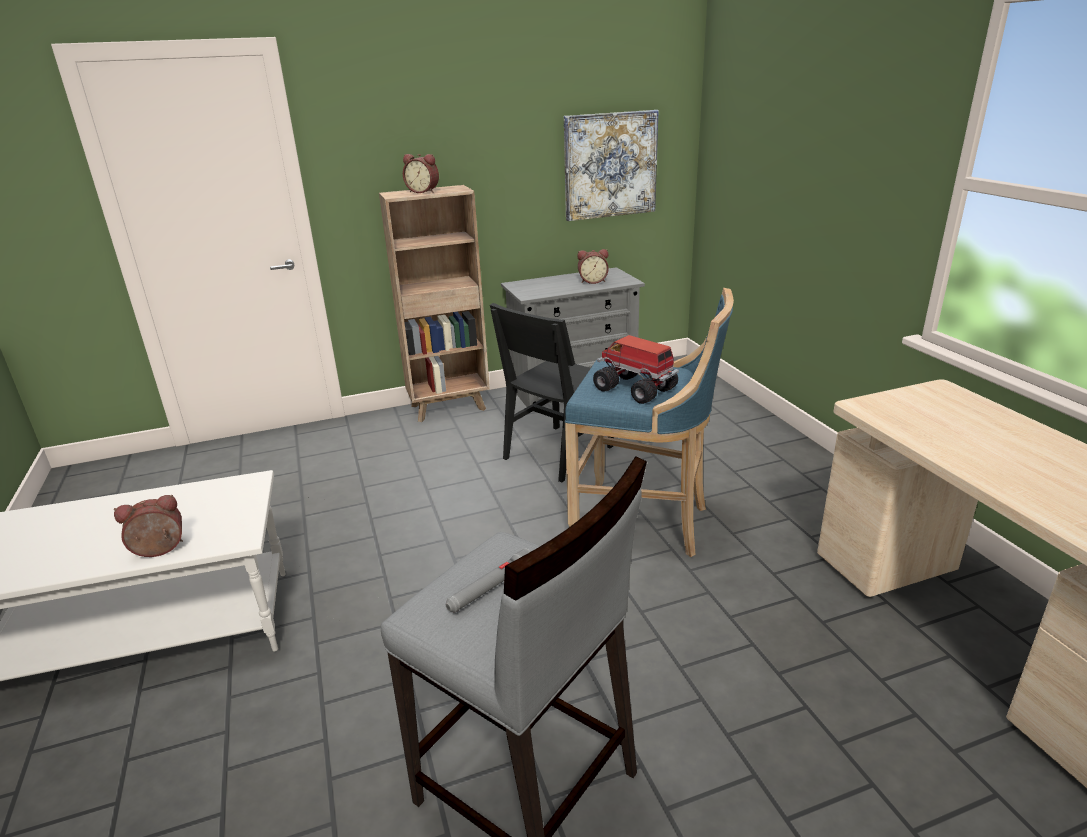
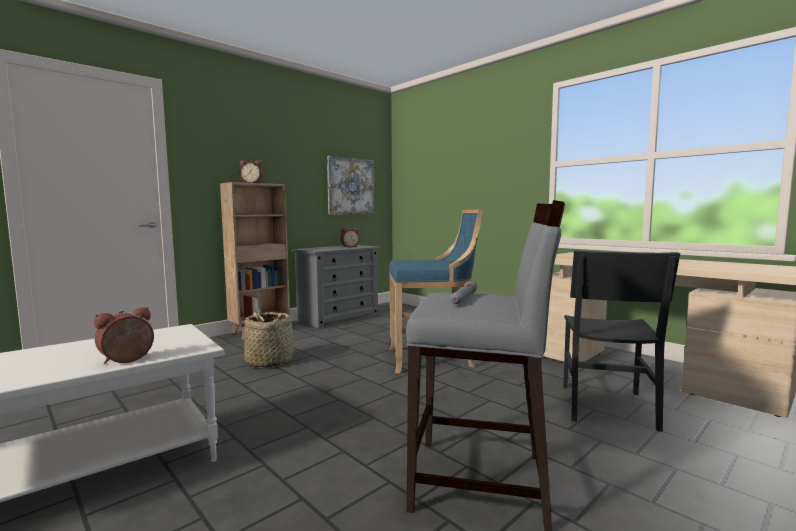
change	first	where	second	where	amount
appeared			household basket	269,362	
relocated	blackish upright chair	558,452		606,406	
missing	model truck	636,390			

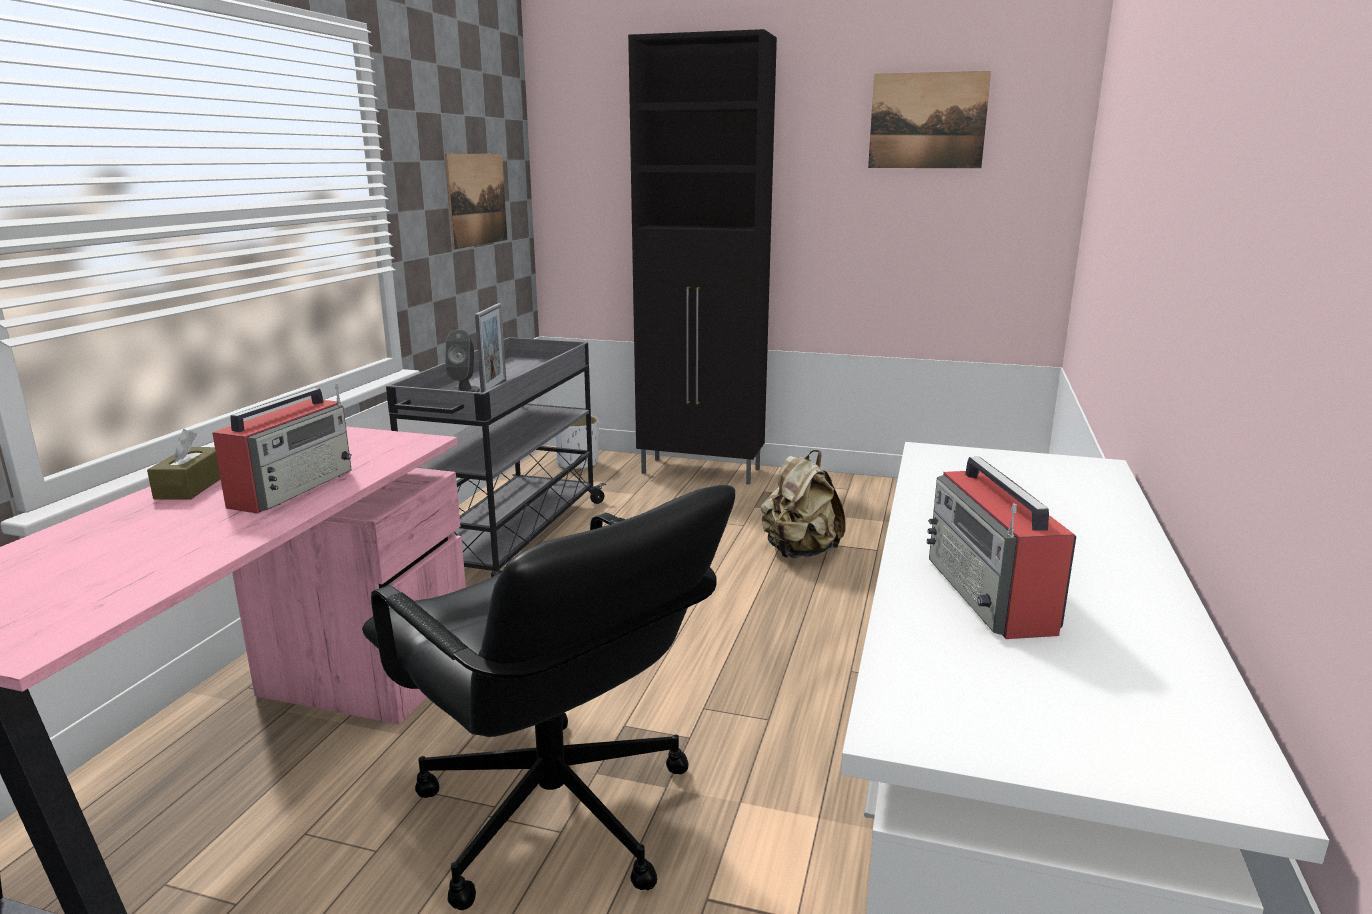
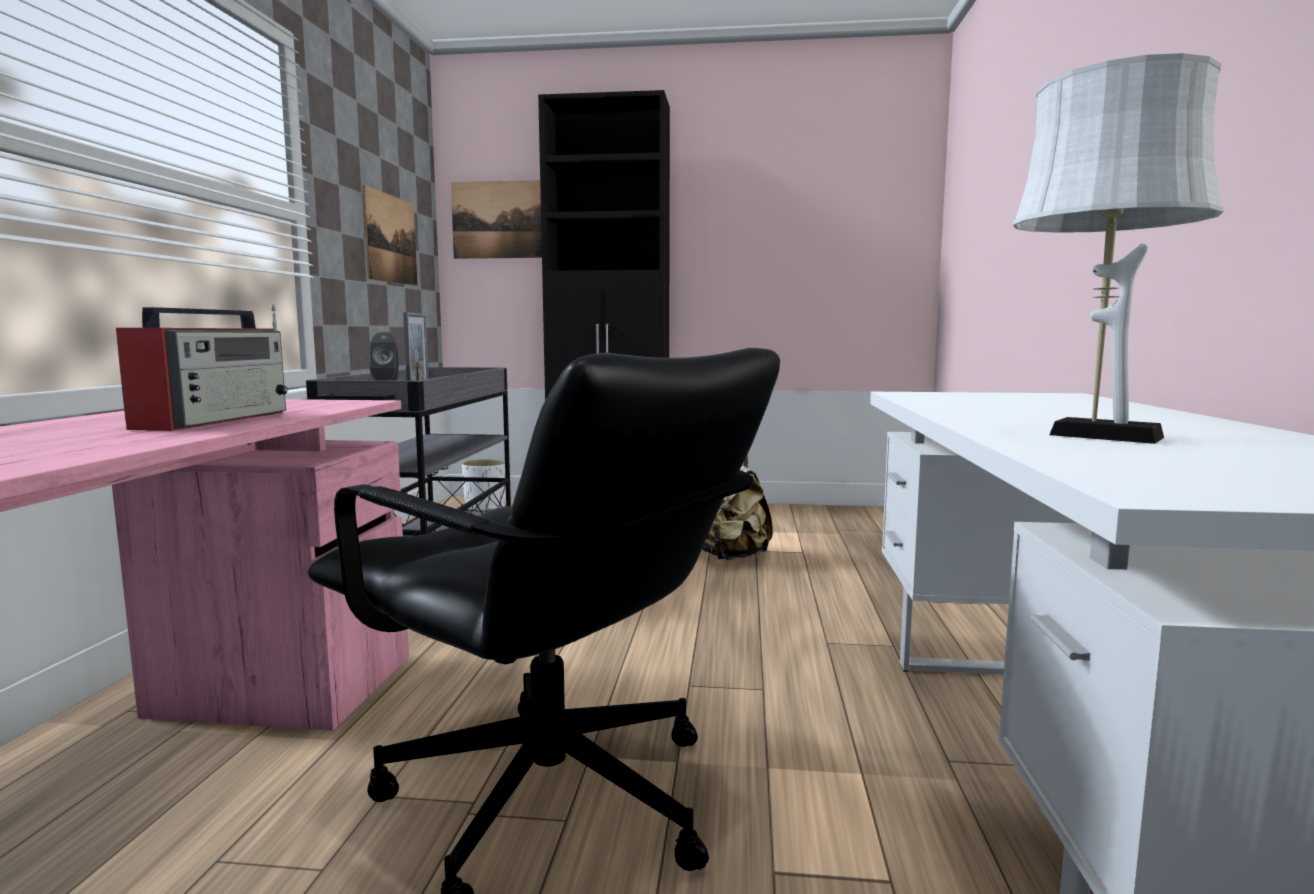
change	first	where	second	where	amount
relocated	wall art	927,121		497,220	
exchanged	radio	990,595	white-coloured table lamp	1094,435	
missing	brown box of tissues	191,486			

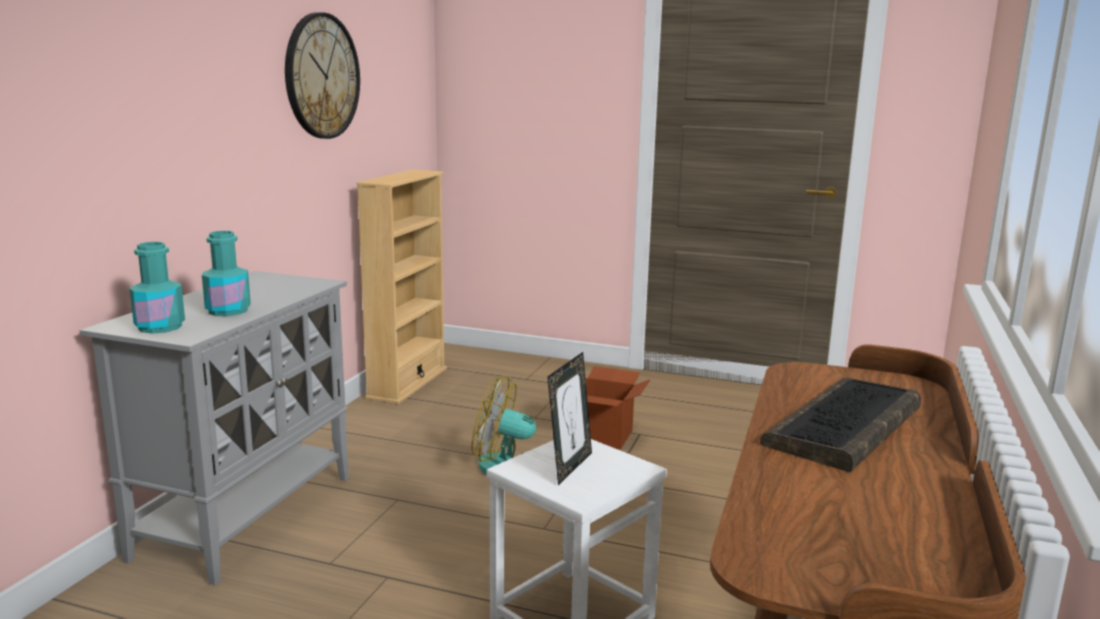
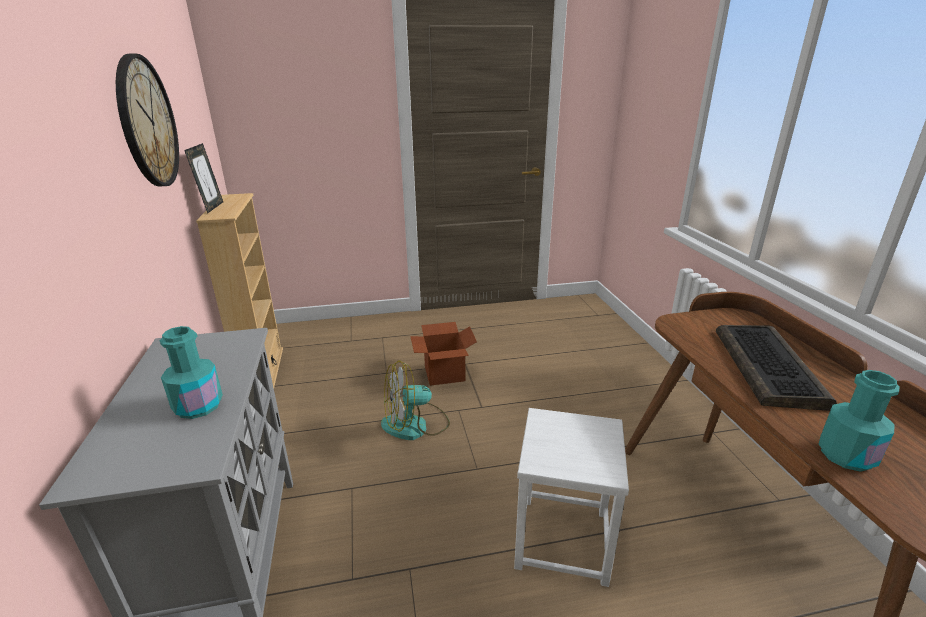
change	first	where	second	where	amount
relocated	picture frame	569,467		212,207	
relocated	turquoise beverage bottle	160,327		846,455	

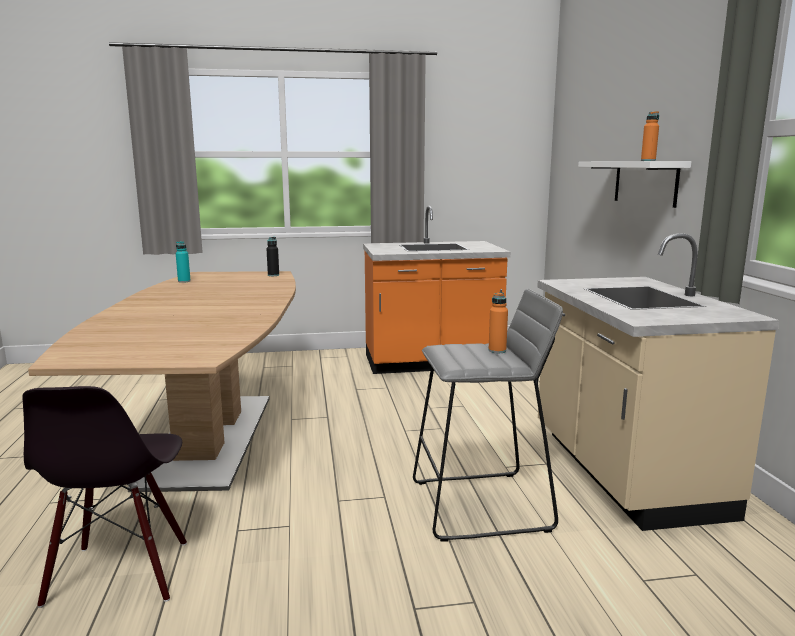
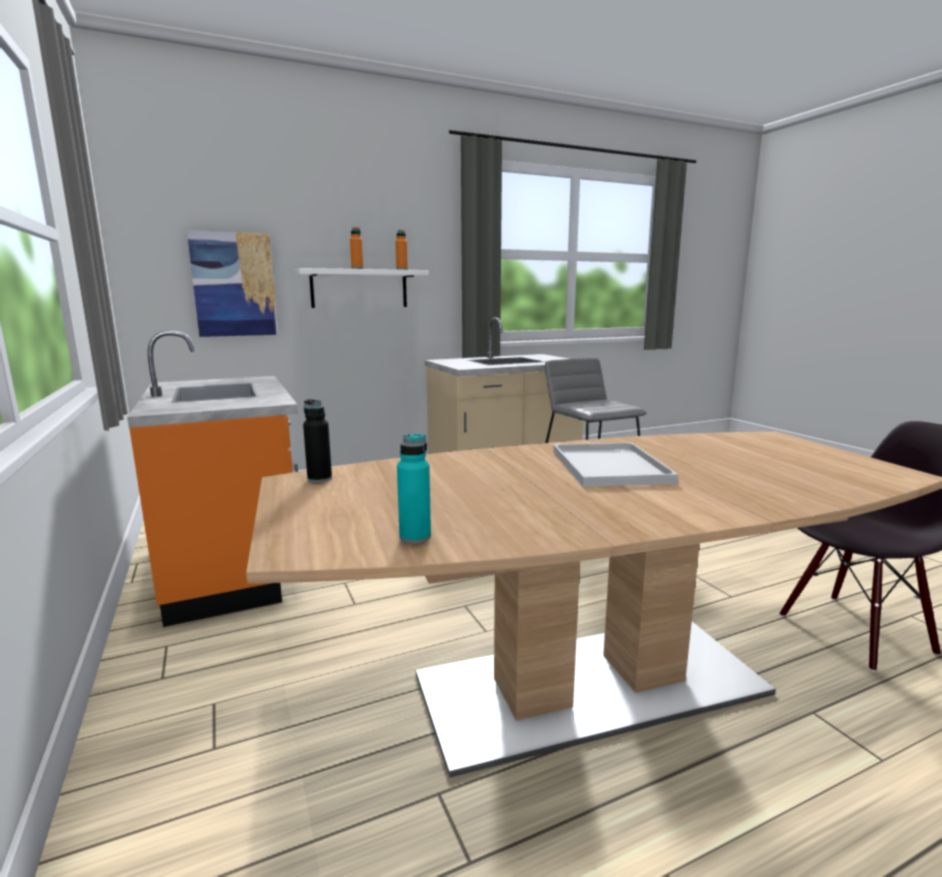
change	first	where	second	where	amount
appeared			wall art	234,285	
relocated	orange beverage bottle	497,351		357,269	
appeared			white-coloured serving tray	611,467	

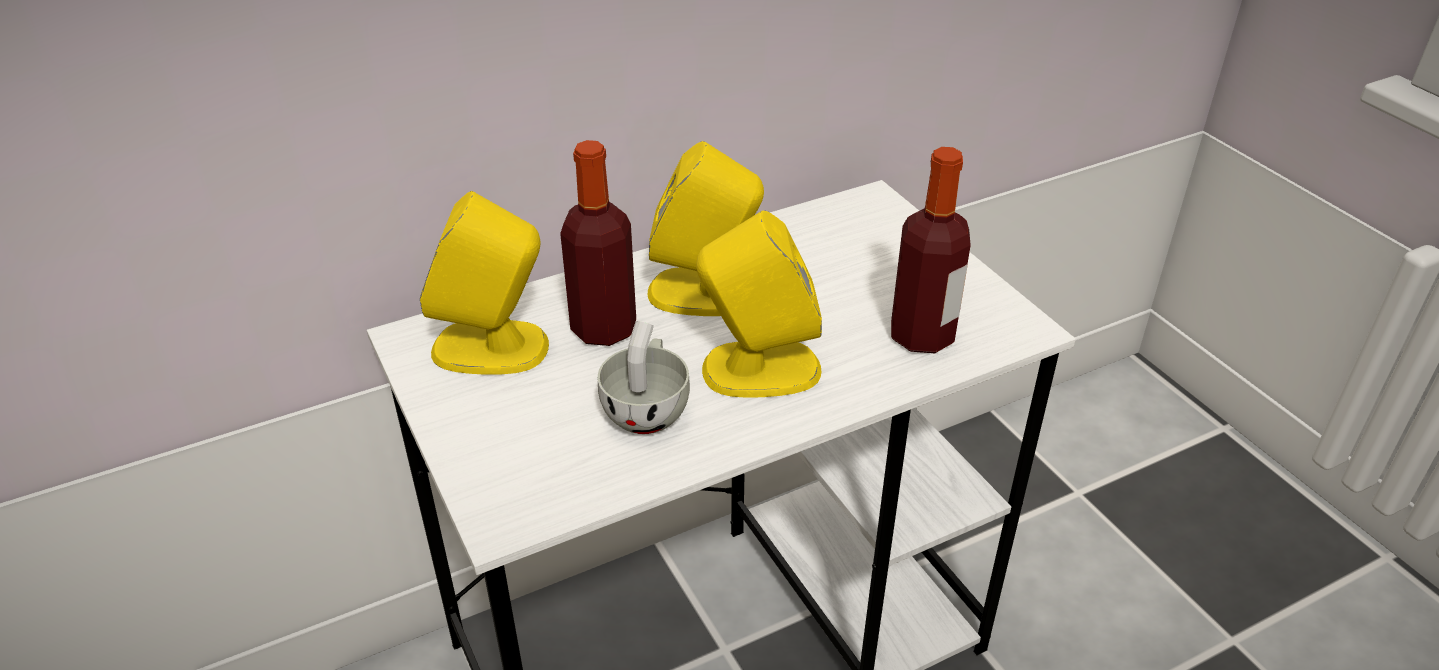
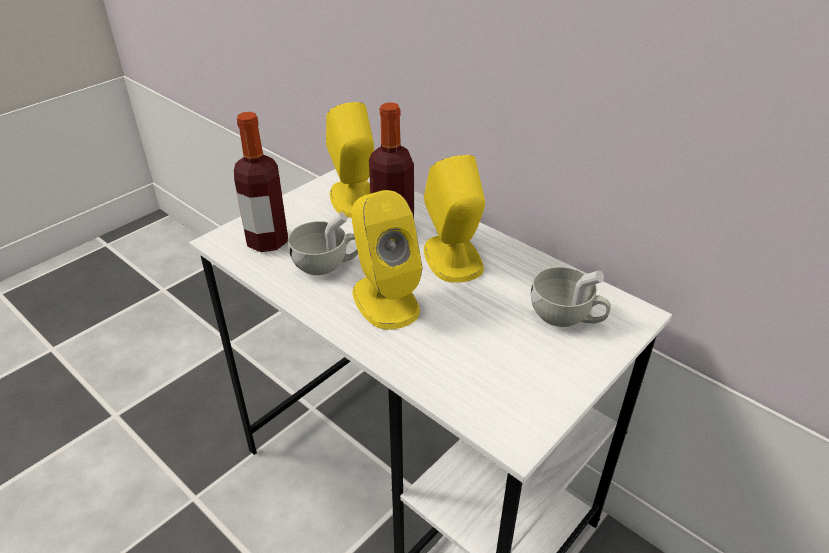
change	first	where	second	where	amount
relocated	beverage bottle	921,336		267,241	
appeared			white-coloured small cup	566,317	

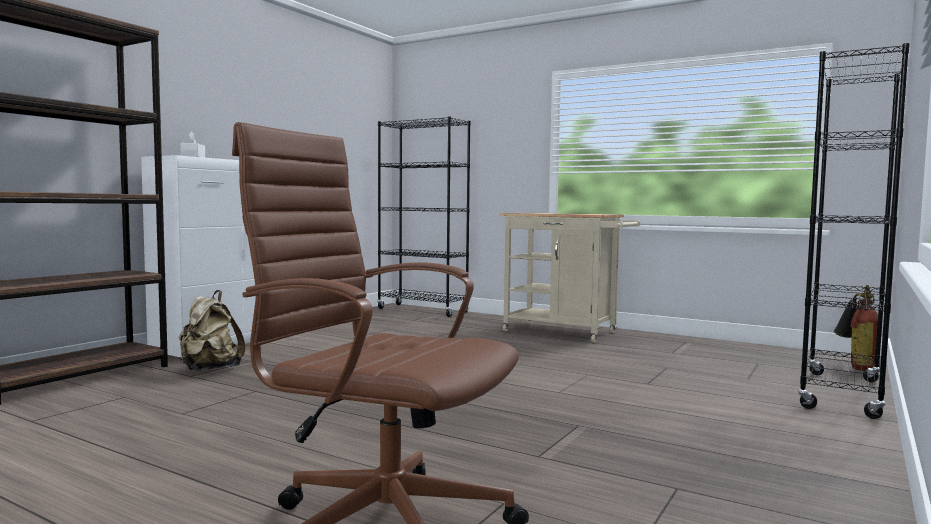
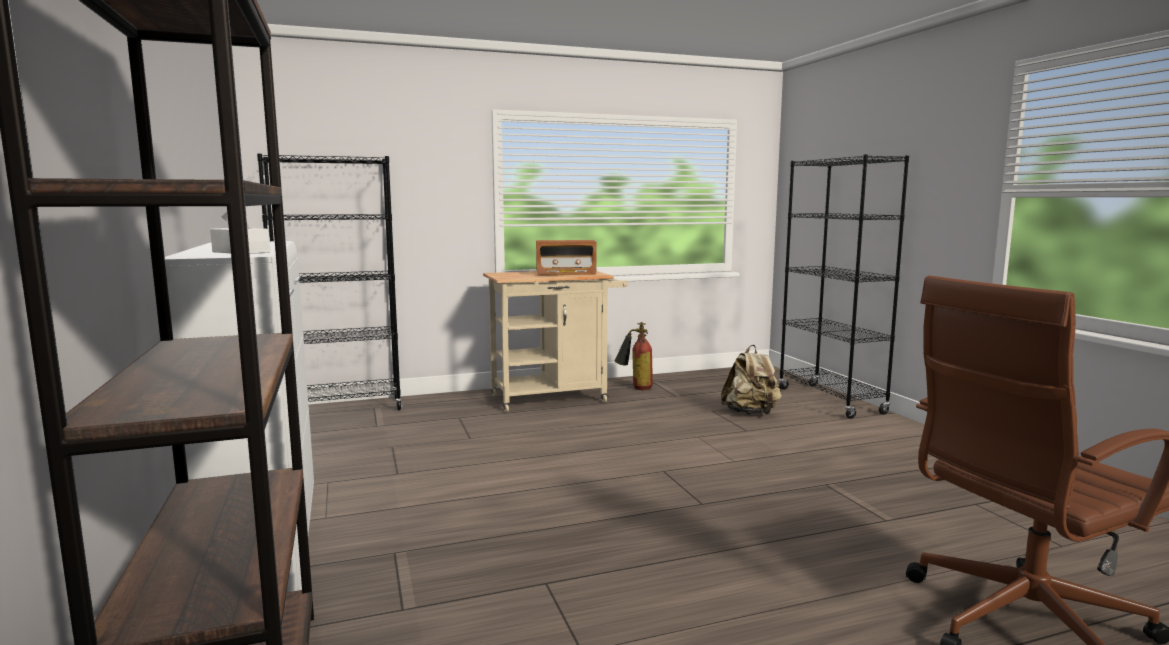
change	first	where	second	where	amount
appeared			radio	565,273	
relocated	fire extinguisher	856,366		635,387	
relocated	sand-coloured backpack	209,370		751,413	

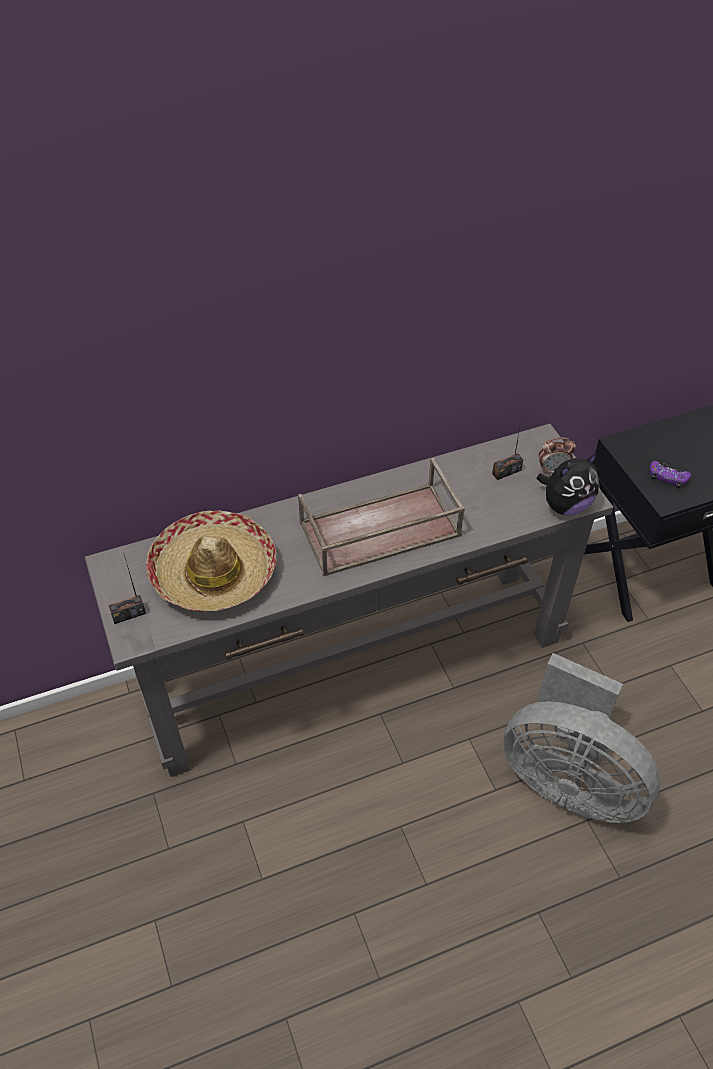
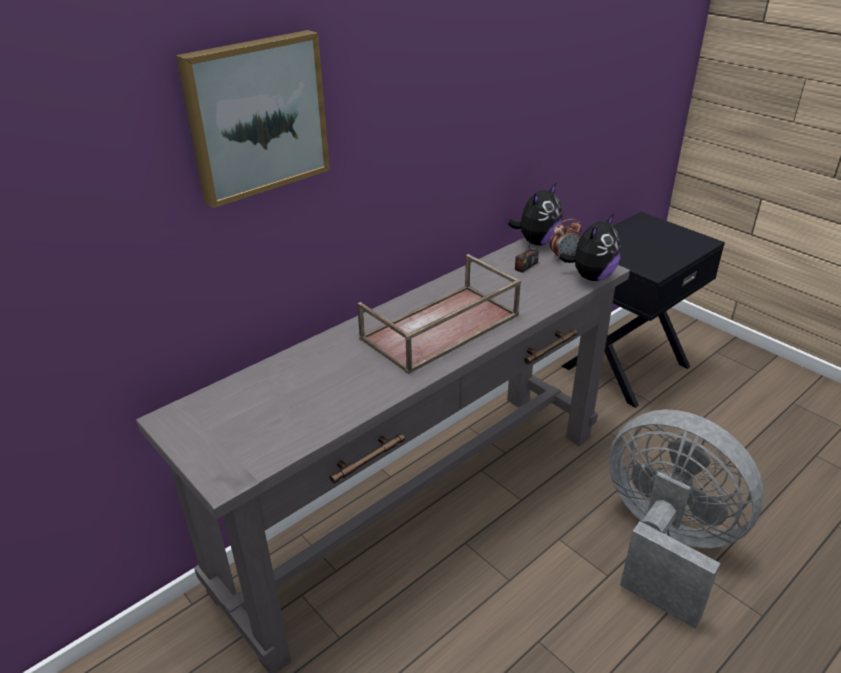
change	first	where	second	where	amount
appeared			wall art	255,116	
appeared			cuddly toy	537,242	
spun	gray cooling fan	568,779		665,545	150 degrees counterclockwise
missing	radio	128,614			
missing	hat	213,572			
missing	purple-coloured game controller	667,477			

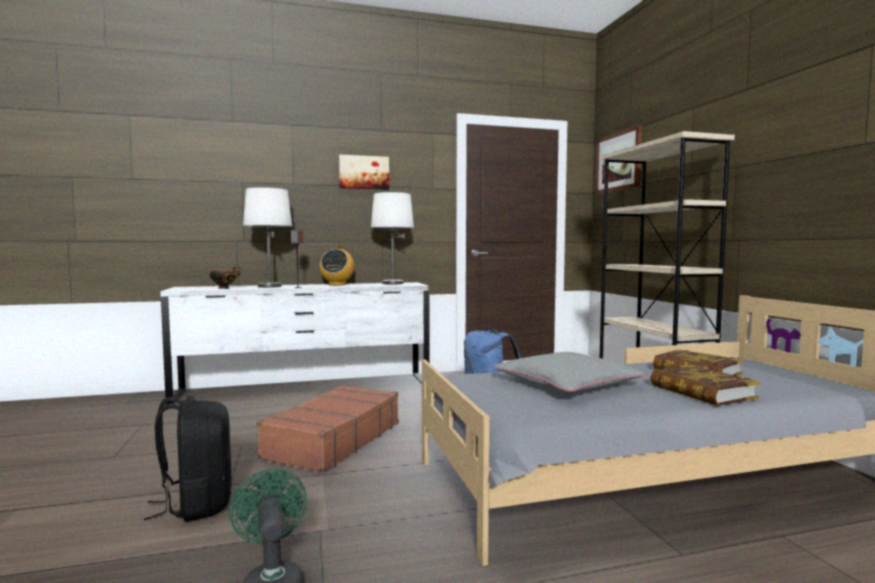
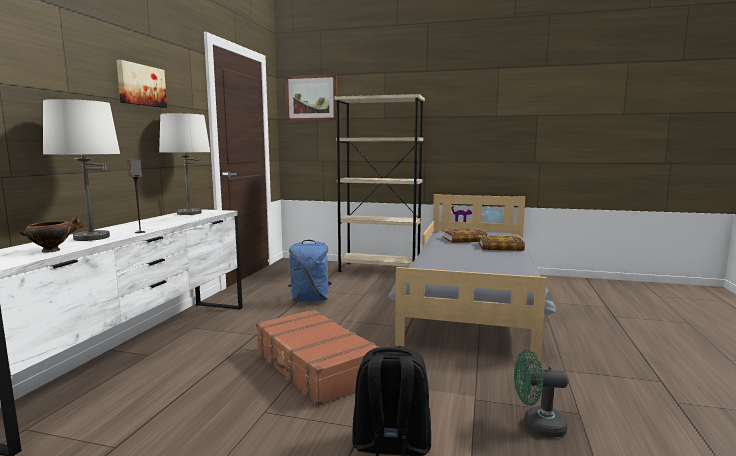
change	first	where	second	where	amount
missing	radio	337,284			
missing	gray pillow	567,383			

